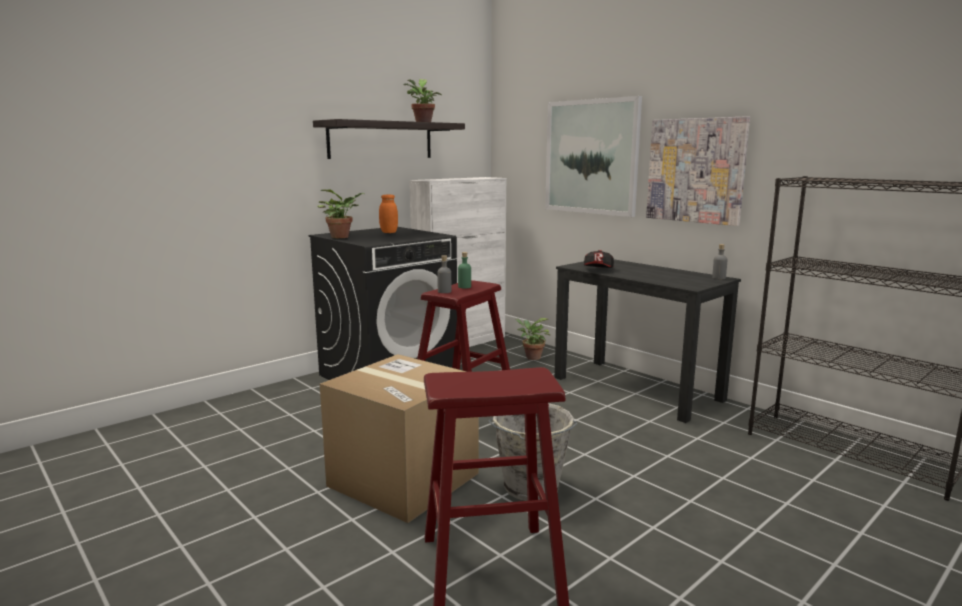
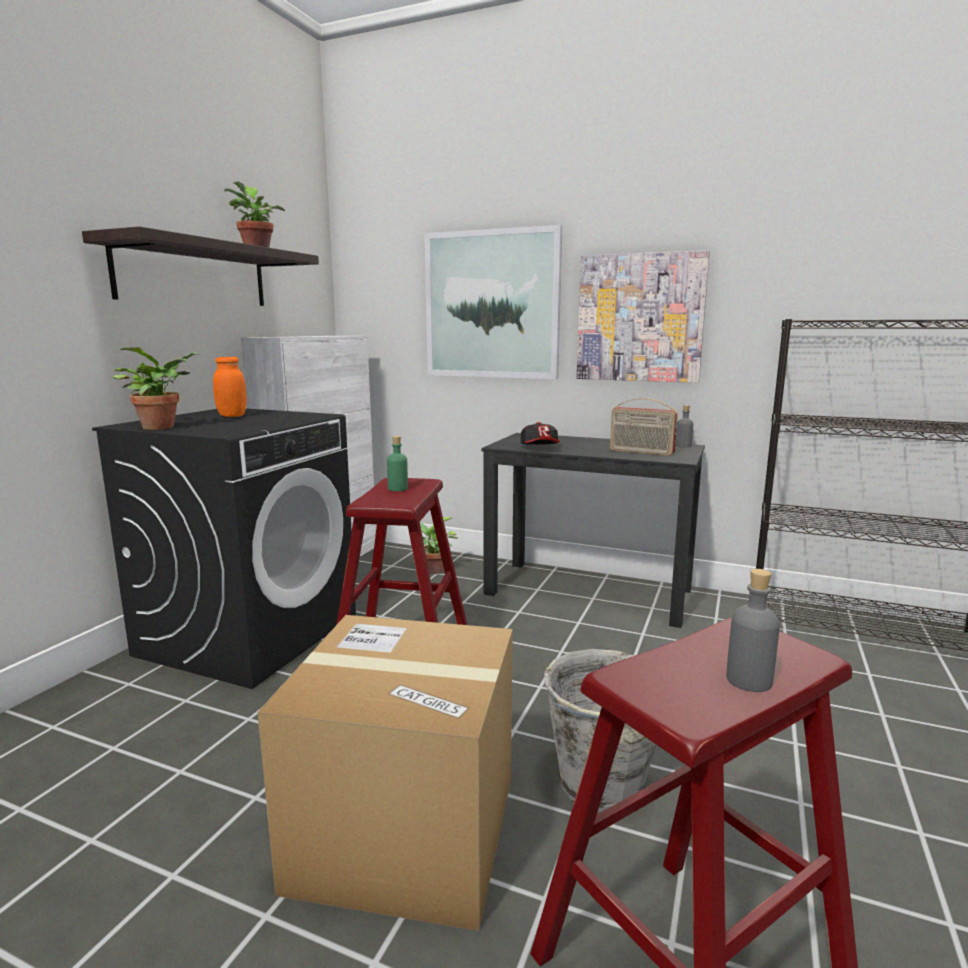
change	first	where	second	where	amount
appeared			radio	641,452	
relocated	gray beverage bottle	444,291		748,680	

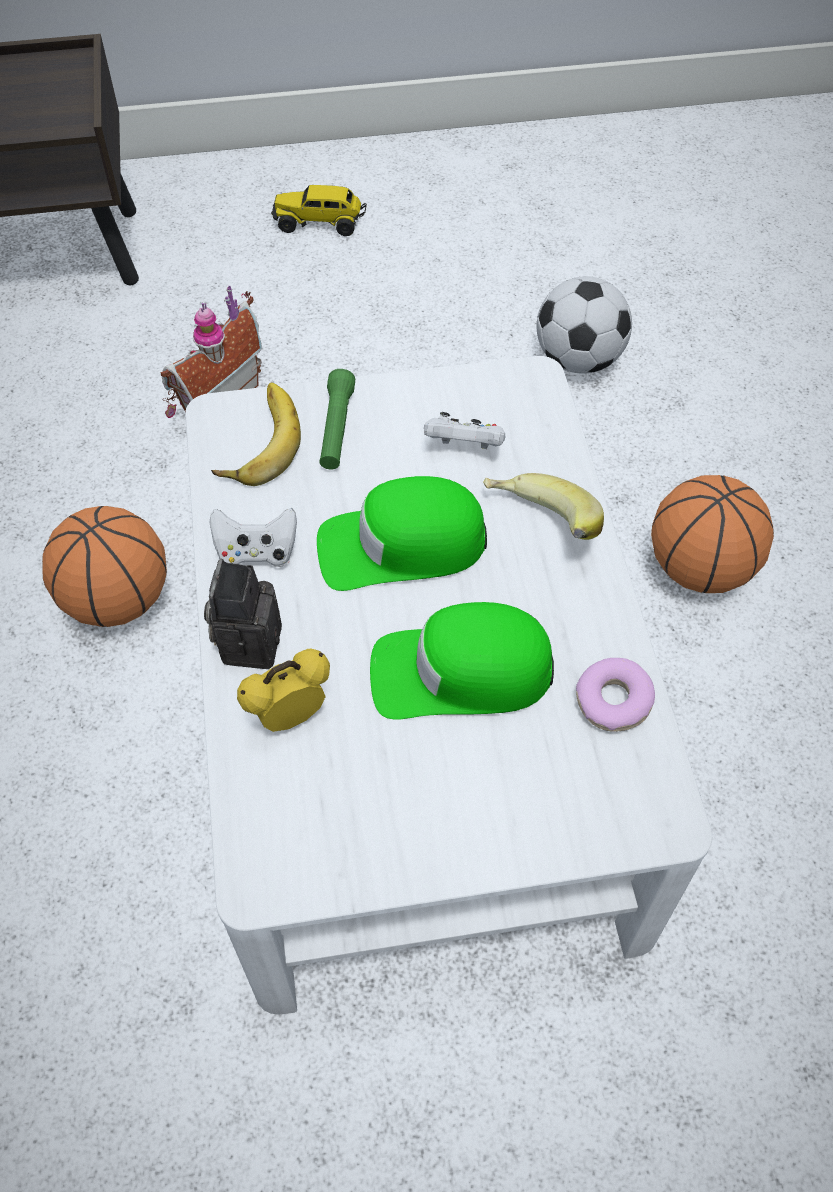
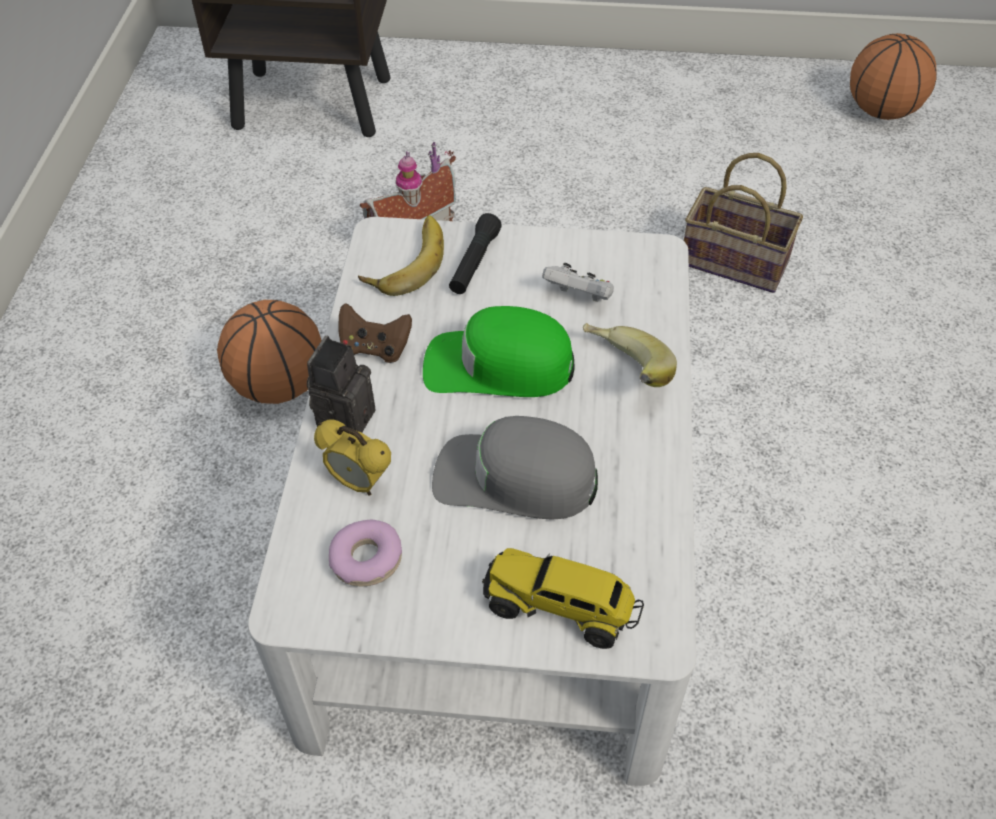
change	first	where	second	where	amount
spun	bedside clock	290,716		359,483	135 degrees counterclockwise
relocated	doughnut	612,701		366,559	
colour	white-coloured game controller	256,552	brown game controller	375,348	
colour	greenish baseball cap	461,673	gray baseball cap	515,479	
colour	greenish flashlight	336,429	blackish flashlight	474,263	
relocated	model truck	320,223		560,607	
exchanged	ball for football	578,360	household basket	737,262	
relocated	ball for basketball	699,568		881,111	

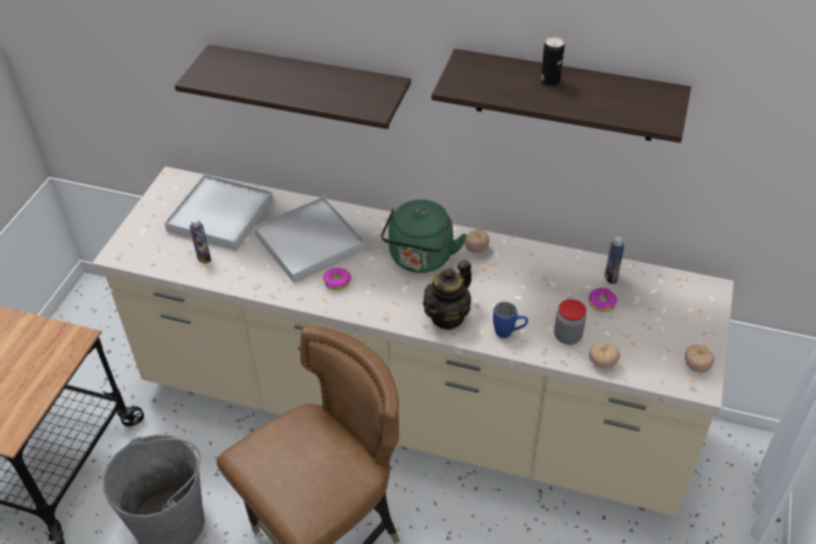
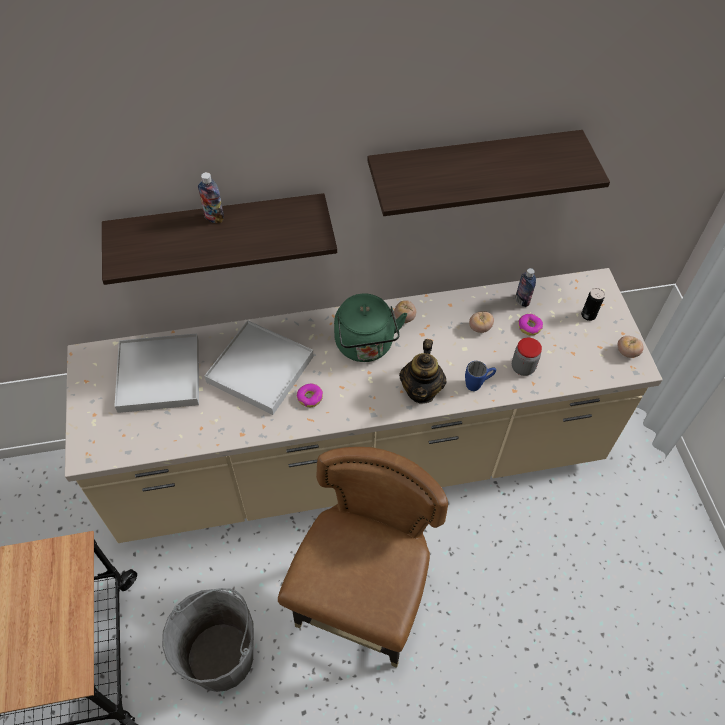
change	first	where	second	where	amount
relocated	beverage bottle	203,257		214,218	
relocated	whole tomato	602,362		480,328	
relocated	metal can	550,81		588,315	

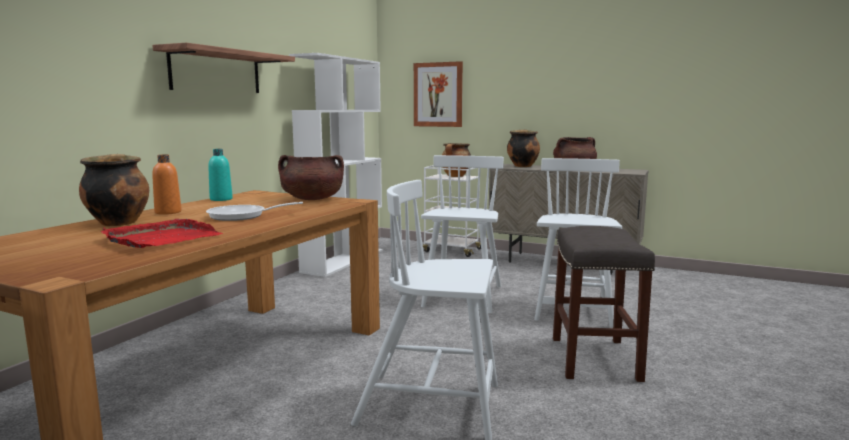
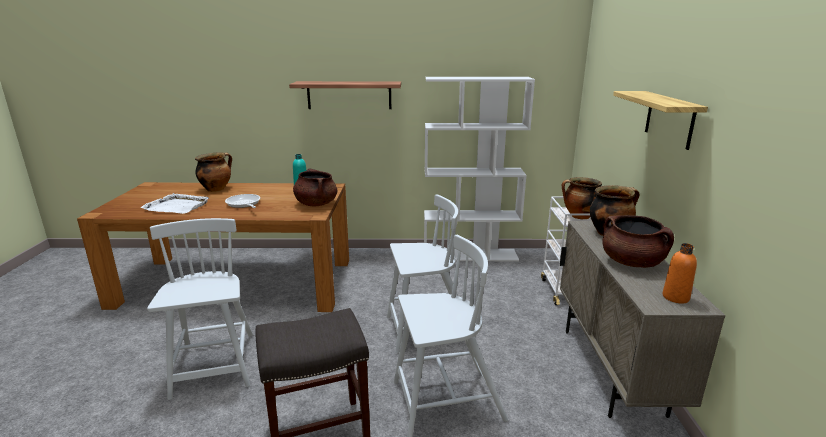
change	first	where	second	where	amount
colour	reddish serving tray	162,238	white-coloured serving tray	177,206	
appeared			wall shelf	669,119	
relocated	orange beverage bottle	168,212		675,297	
missing	wall art	438,94			

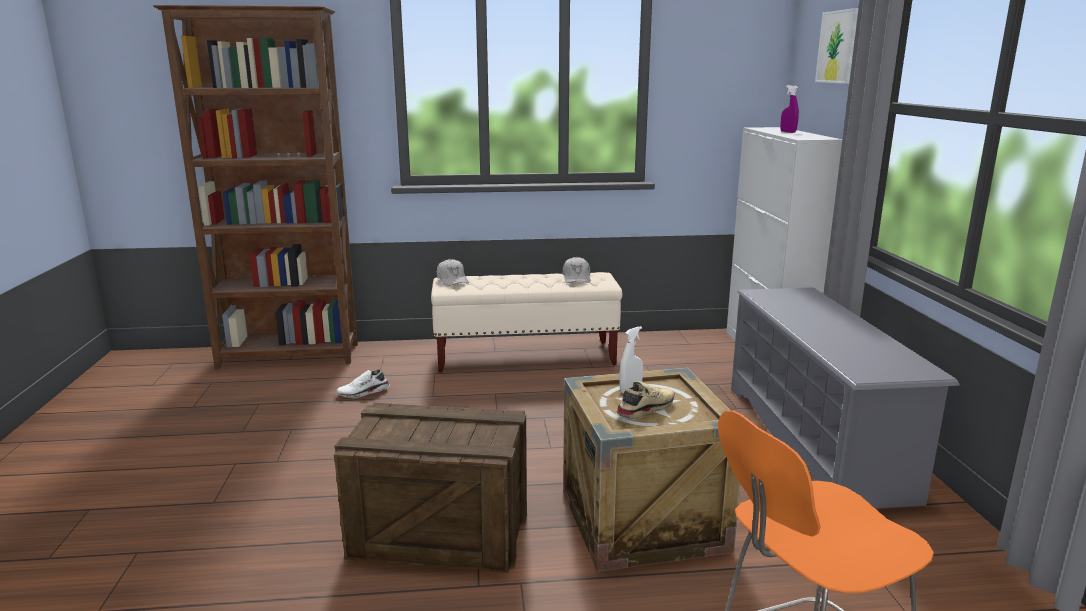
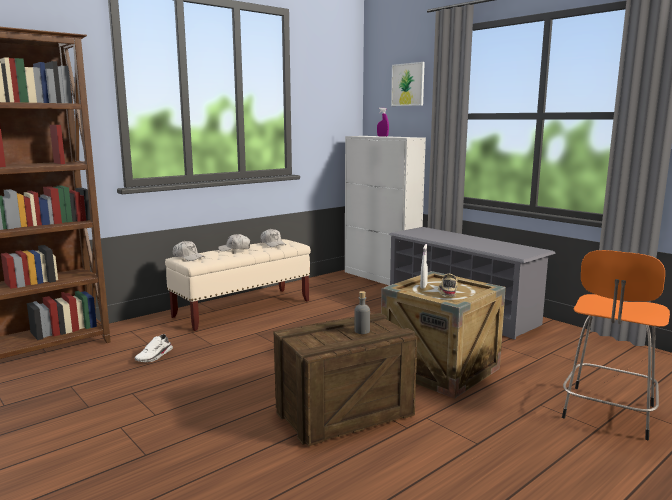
change	first	where	second	where	amount
appeared			white-coloured baseball cap	235,249	
appeared			gray beverage bottle	362,331	

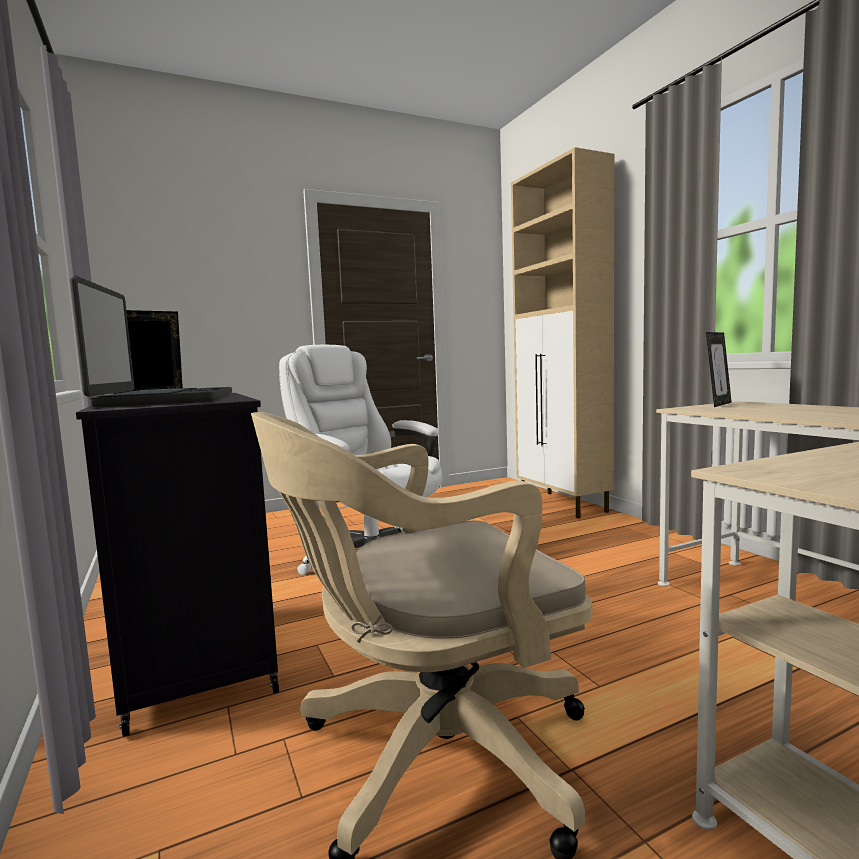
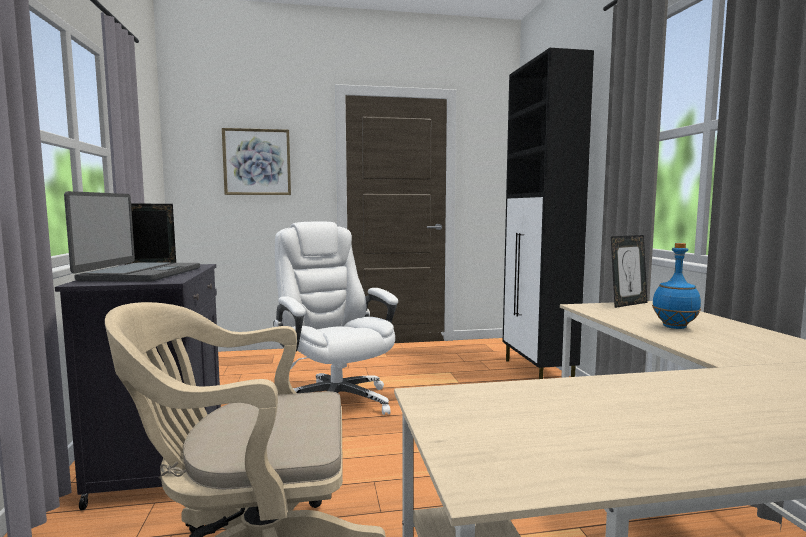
change	first	where	second	where	amount
appeared			wall art	257,162	
colour	sand-coloured cupboard	563,505	blackish cupboard	538,372	
appeared			blue-coloured beverage bottle	673,327	

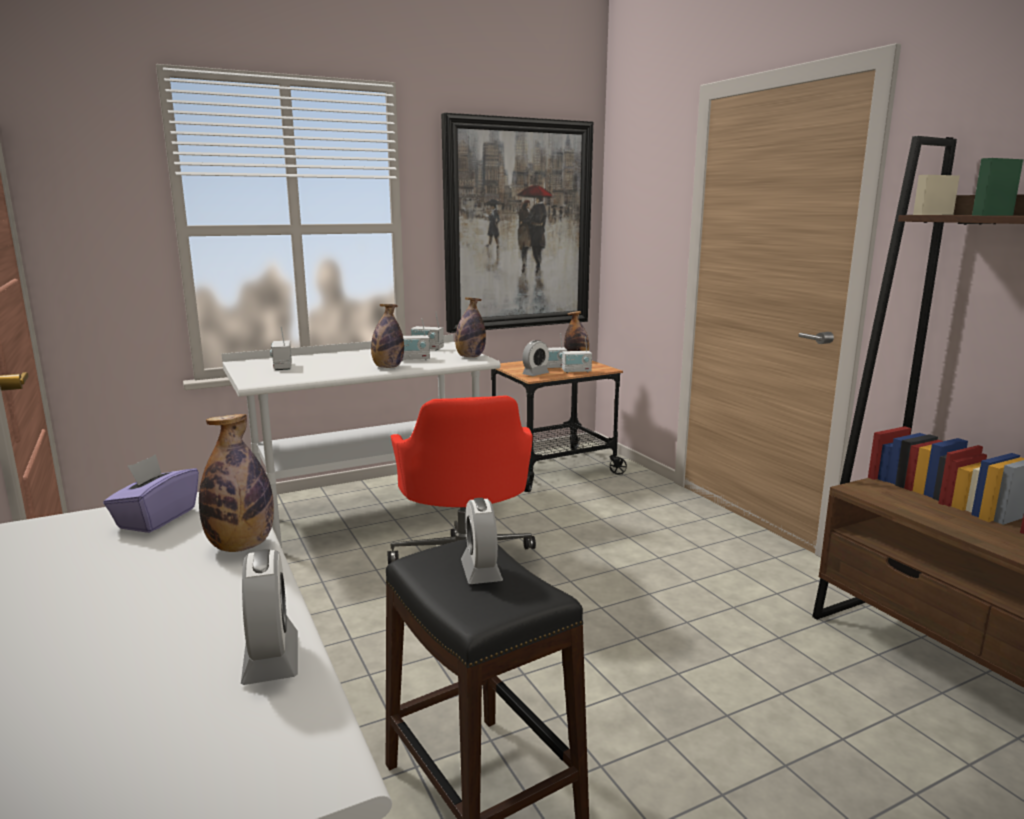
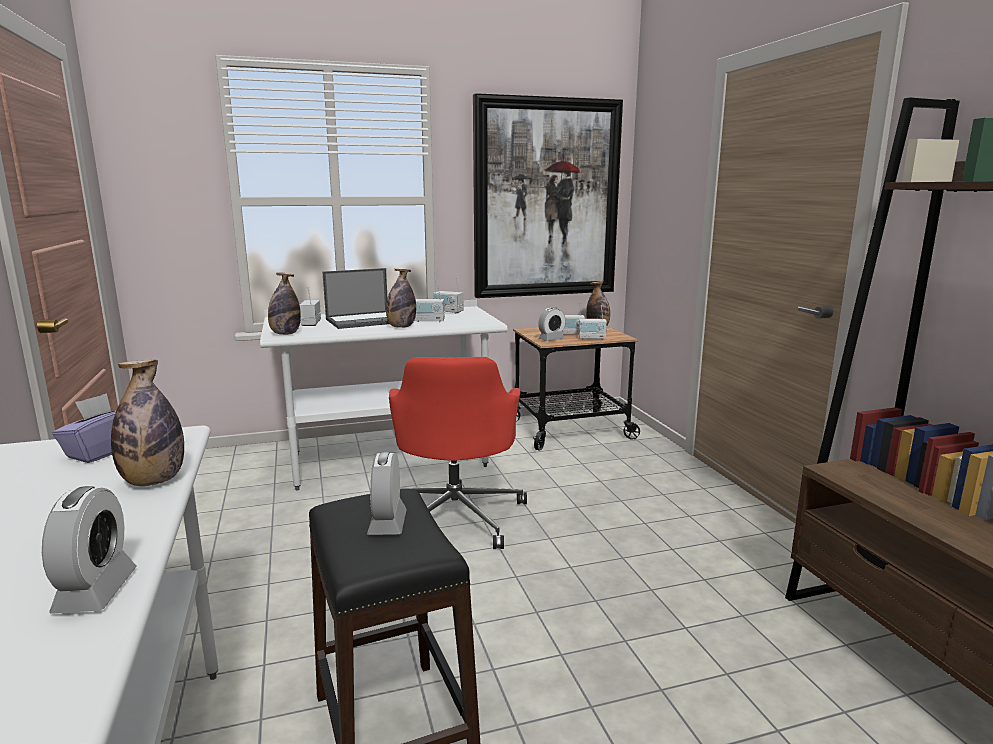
change	first	where	second	where	amount
relocated	beverage bottle	470,357		285,334	
appeared			laptop	365,321	

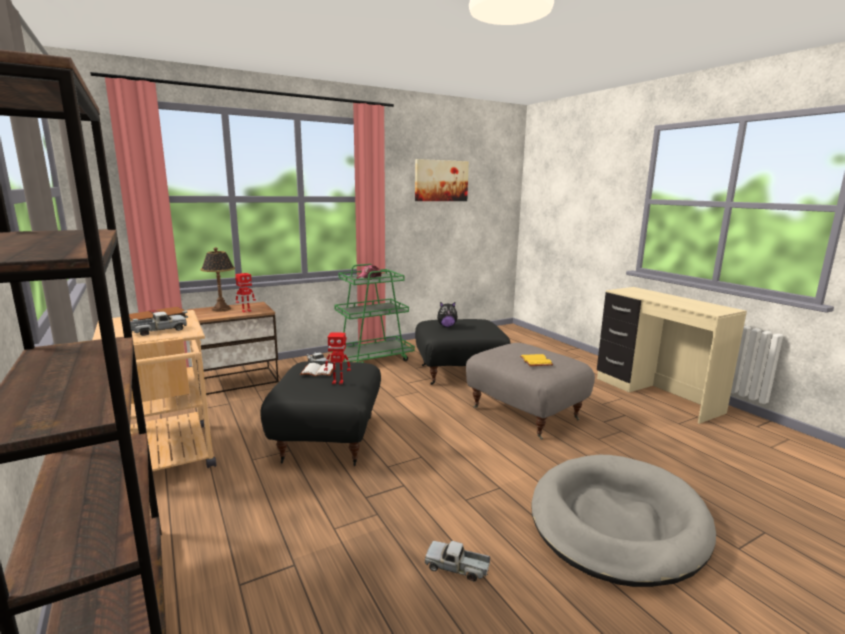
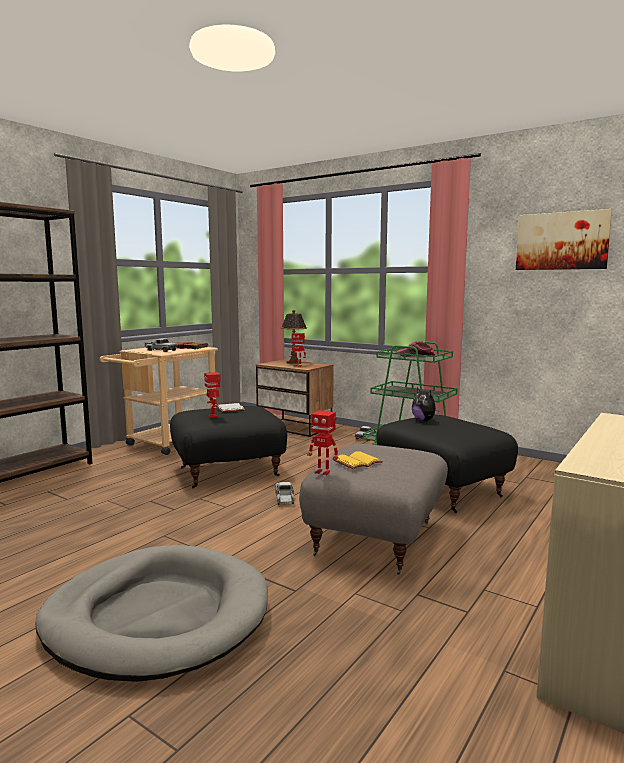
change	first	where	second	where	amount
relocated	model truck	457,567		285,498	
appeared			toy robot	323,472	

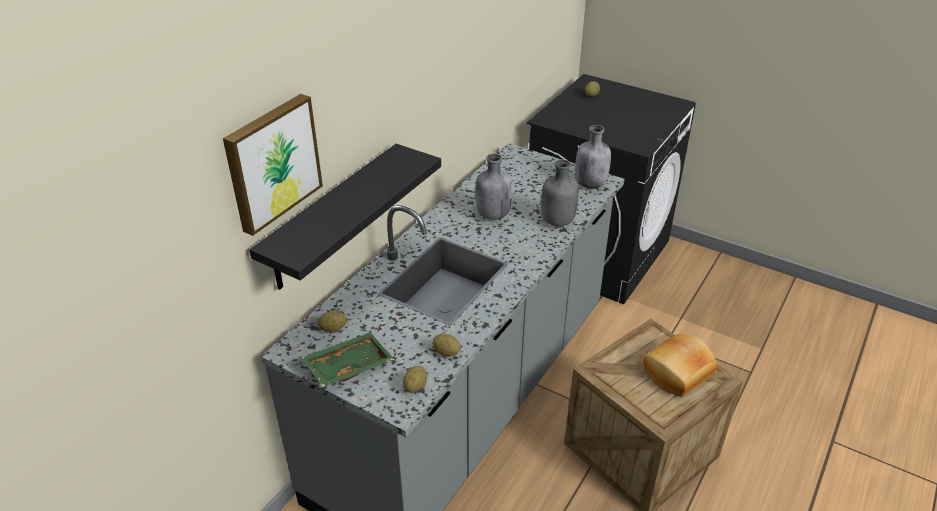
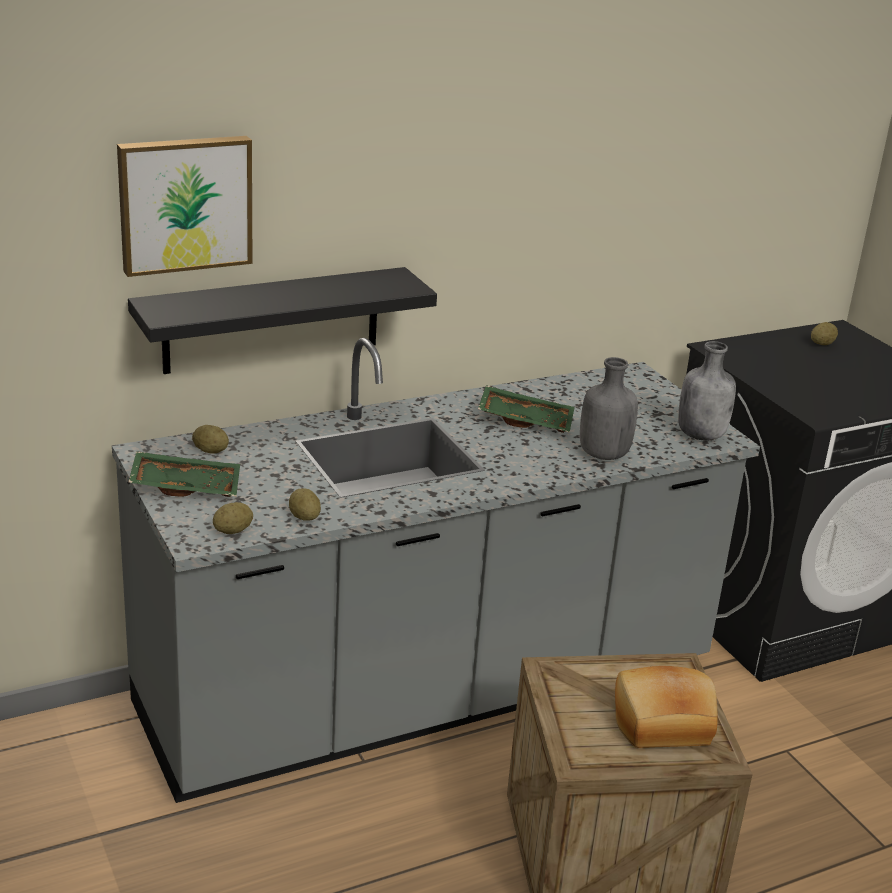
change	first	where	second	where	amount
exchanged	gray beverage bottle	492,214	greenish serving tray	525,420	

